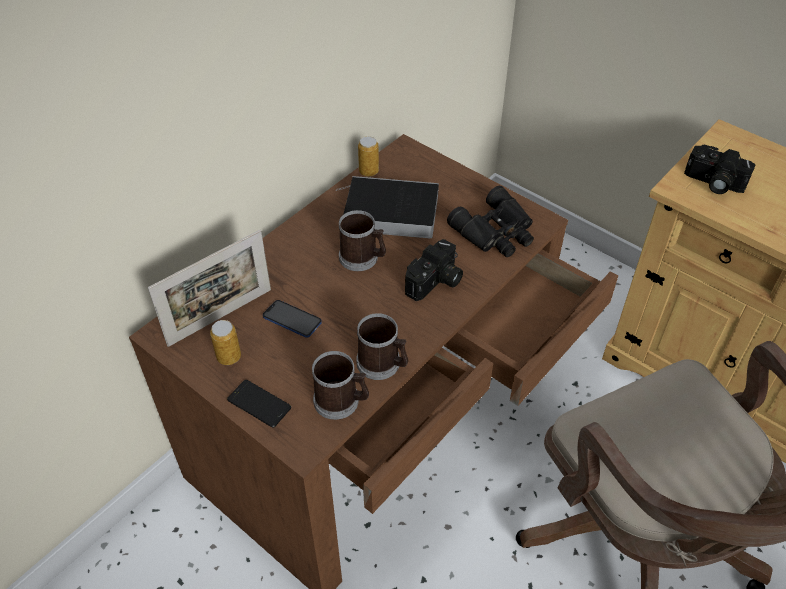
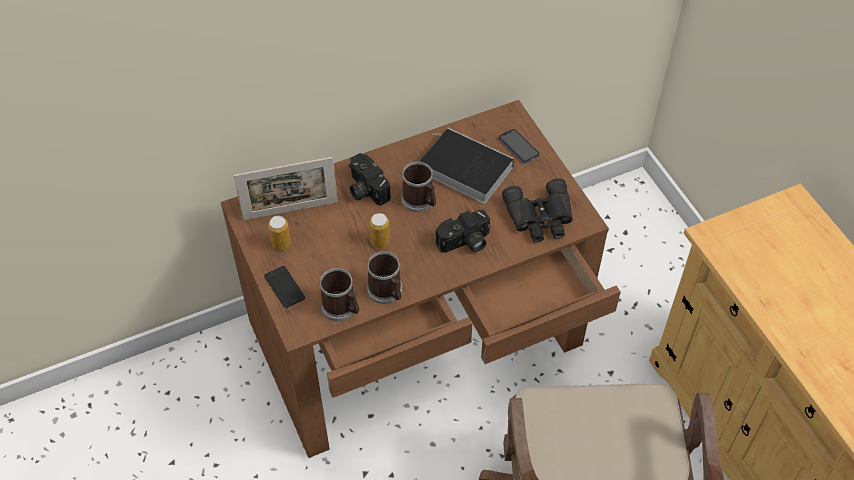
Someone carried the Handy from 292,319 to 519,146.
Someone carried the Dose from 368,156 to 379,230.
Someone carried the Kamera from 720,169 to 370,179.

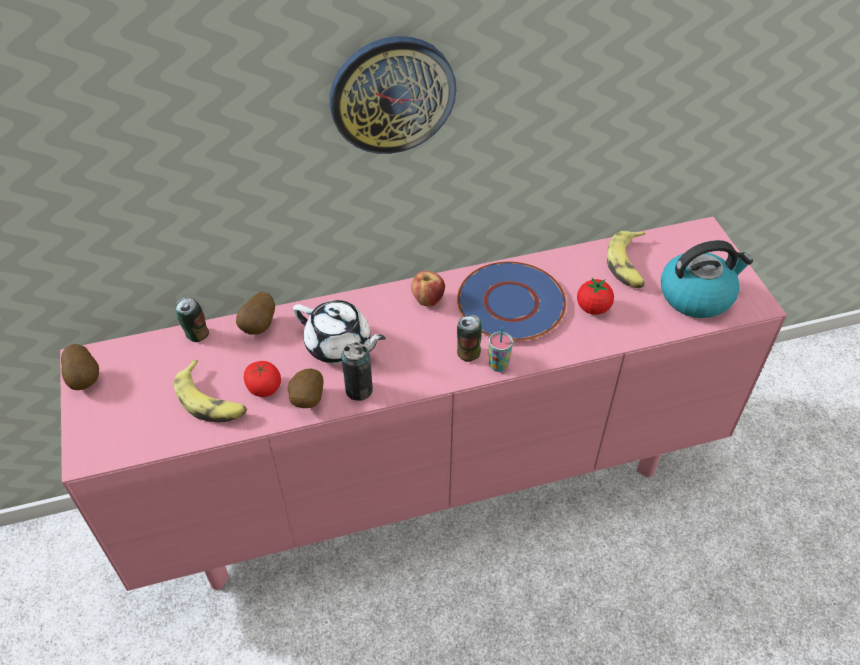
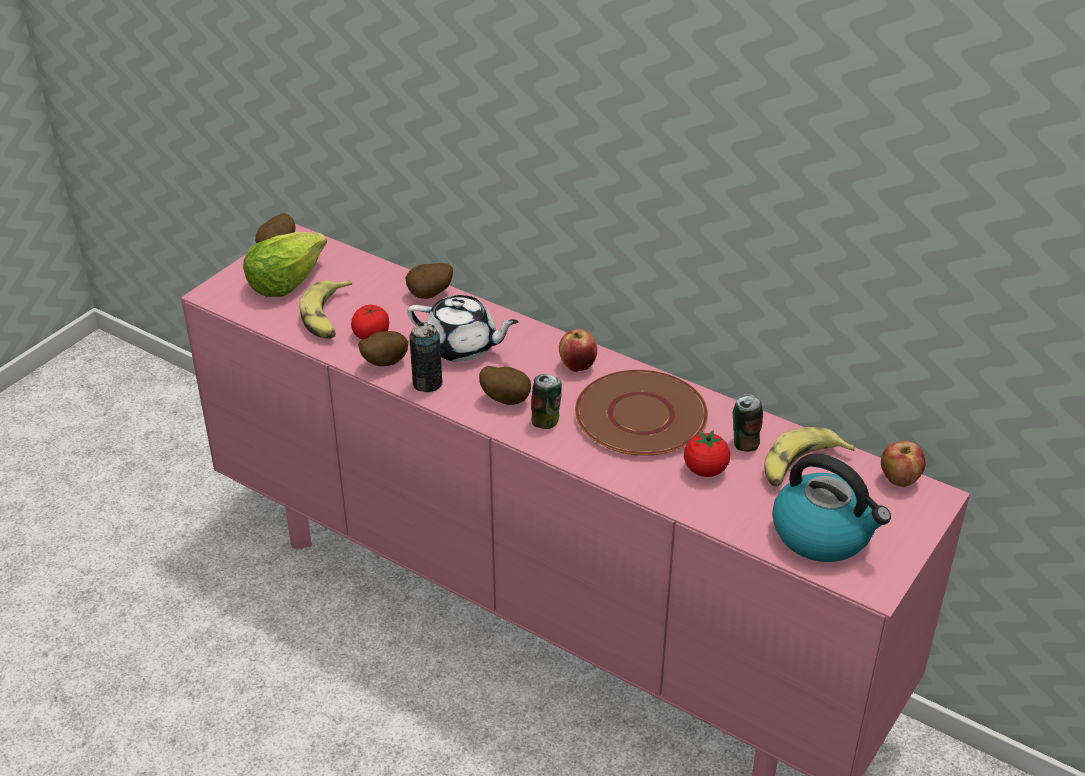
Someone carried the Dose from 192,320 to 747,422.
Someone rotated the Teekanne (weiß) at 339,332 by 60 degrees counterclockwise.
Someone took away the Wanduhr at 393,95.
Someone repainted the Teller (blau) at 511,301, which became the Teller (braun) at 641,413.
Someone took away the Tasse at 501,349.
Someone put down the Salatkopf at 285,264.
Someone put down the Kartoffel at 505,385.
Someone put down the Apfel at 903,464.

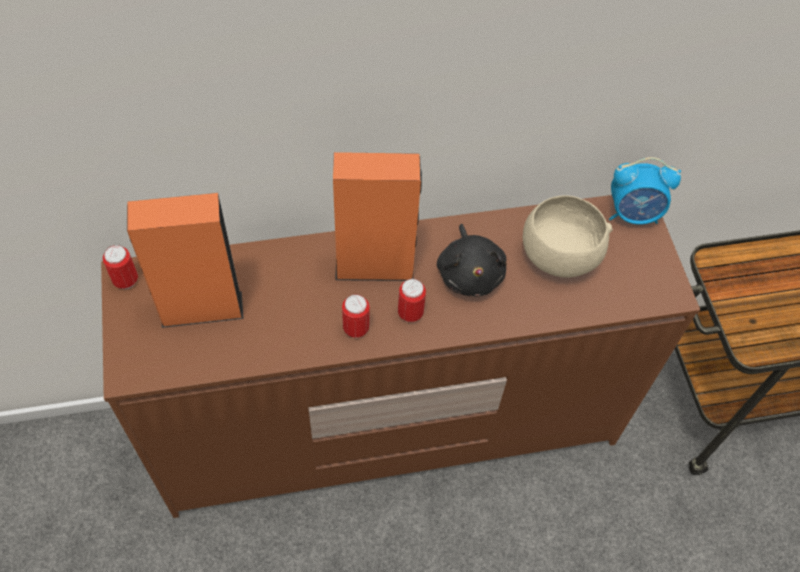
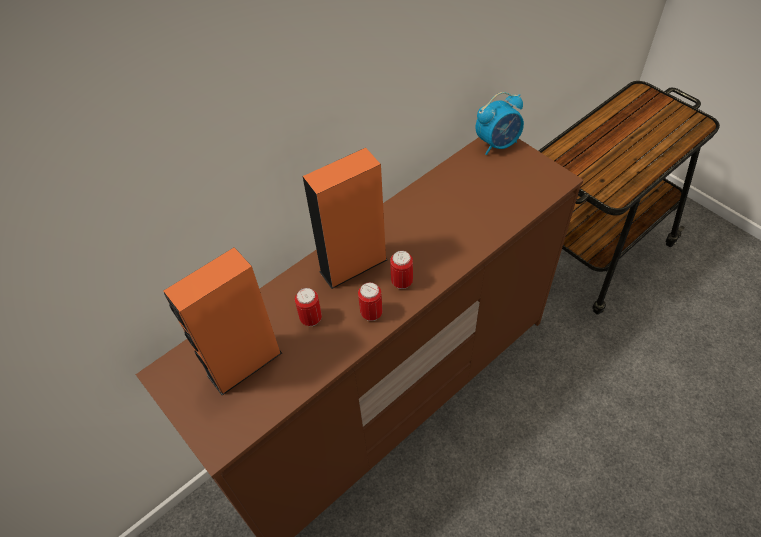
Someone carried the Dose from 120,267 to 308,307.
Someone took away the Plüschtier (schwarz) at 472,260.
Someone took away the Schüssel (beige) at 568,236.

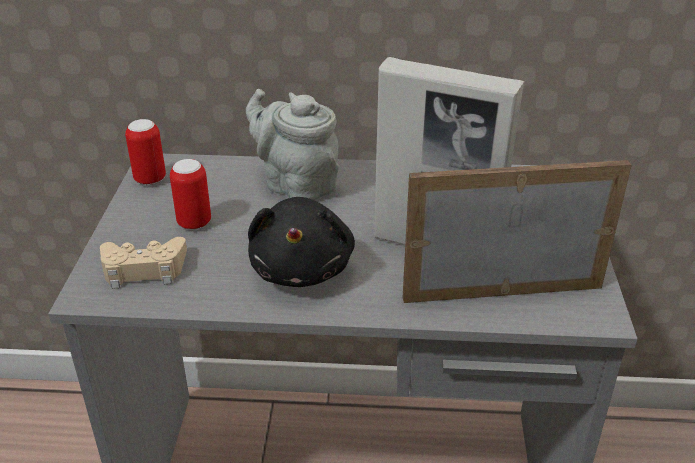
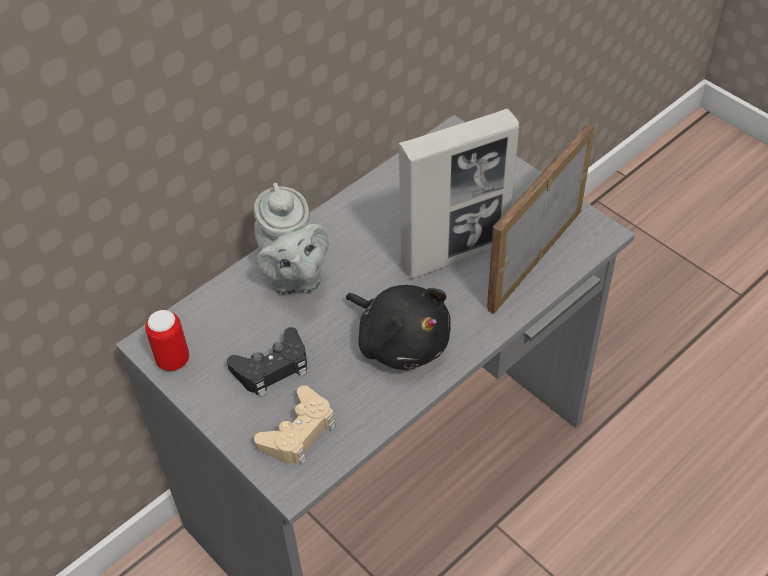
Someone swapped the Dose at 190,194 for the Gamepad (schwarz) at 267,362.
Someone rotated the Teekanne (grau) at 292,145 by 105 degrees counterclockwise.

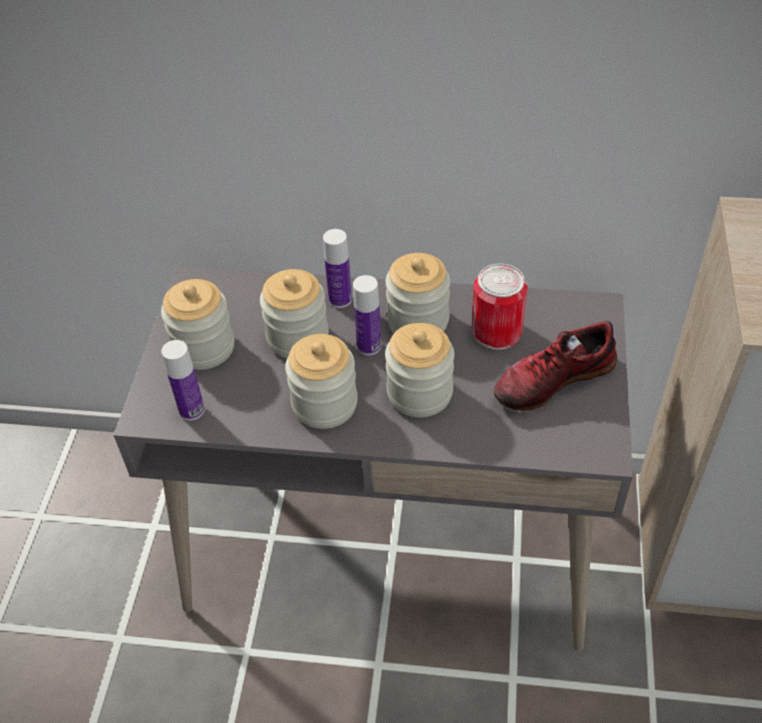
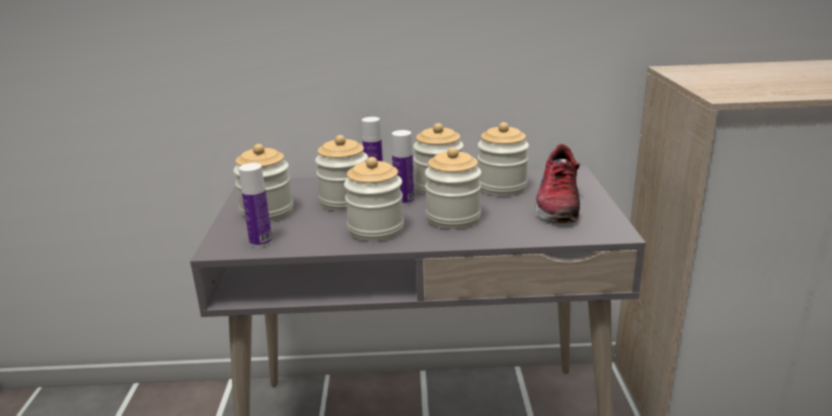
Someone swapped the Dose at 500,307 for the Vorratsglas at 503,159.
Someone rotated the Schuh at 555,367 by 45 degrees counterclockwise.

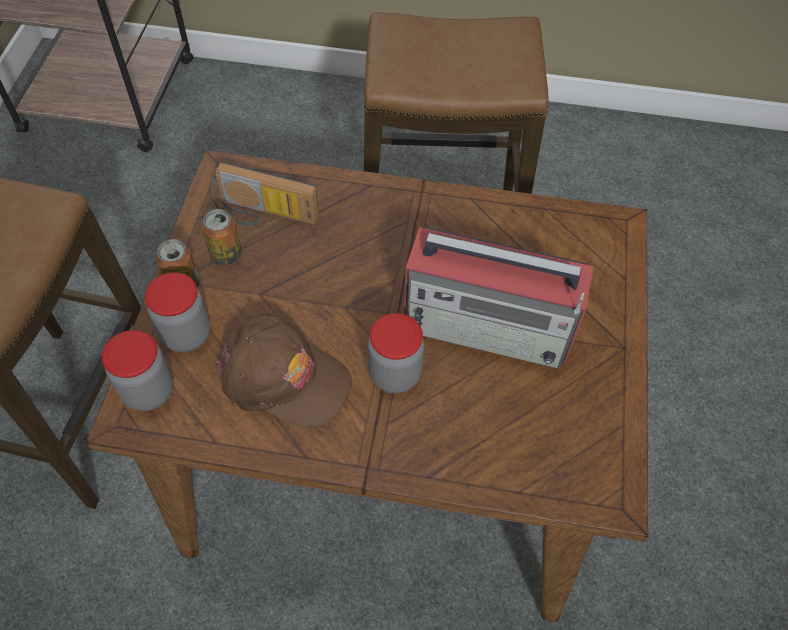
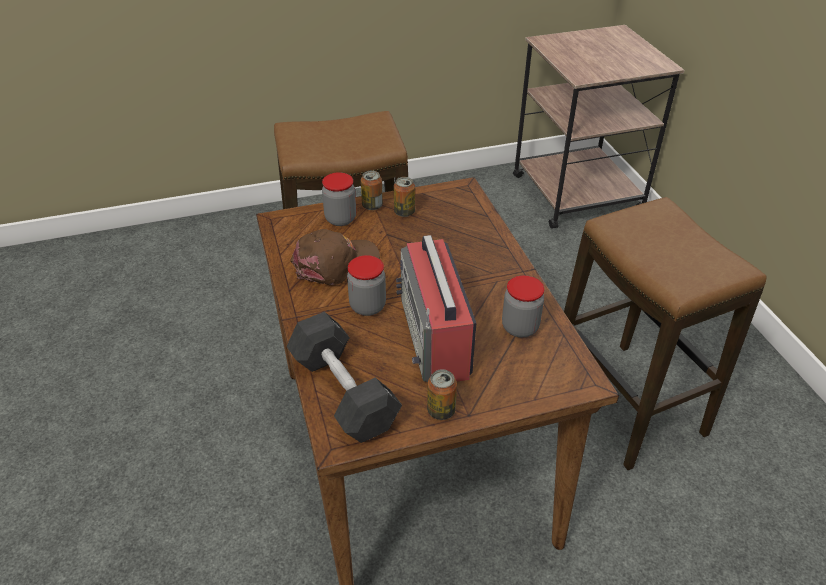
Someone carried the Vorratsglas from 137,370 to 523,306.
Someone took away the Radio at 264,194.
Someone rotated the Kappe (braun) at 284,371 by 120 degrees counterclockwise.
Someone put down the Hantel (schwarz) at 344,377.
Someone put down the Dose at 442,394.

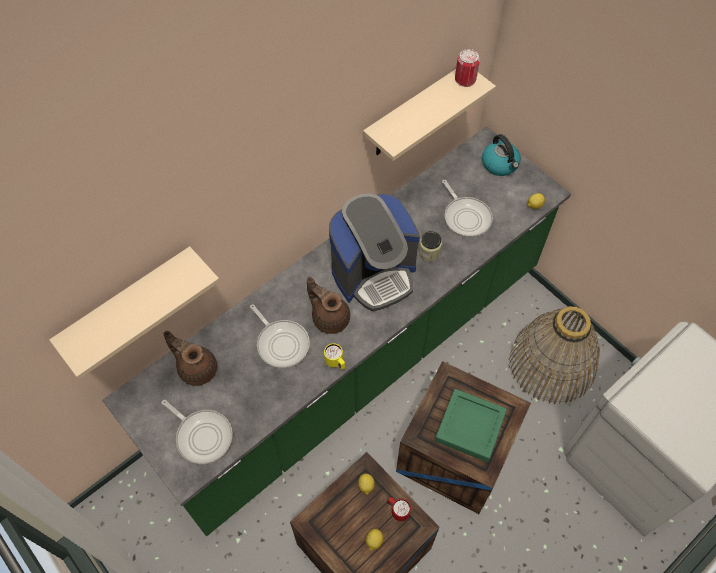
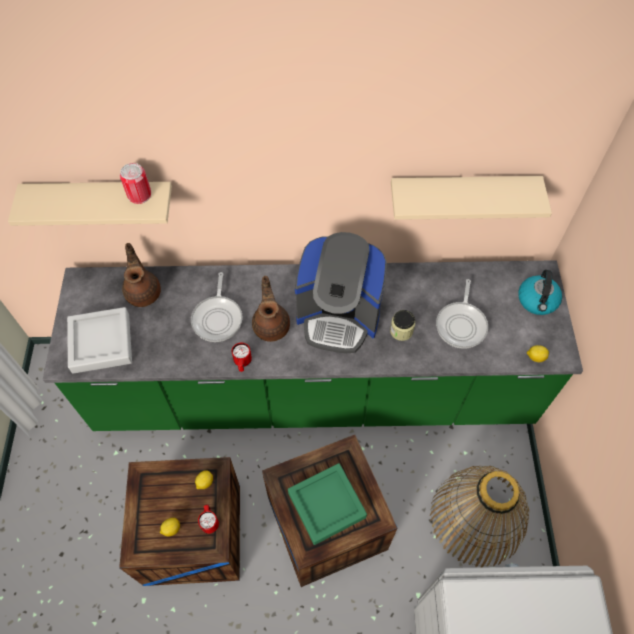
Someone swapped the Pfanne at 197,432 for the Tablett (grau) at 99,340.
Someone repainted the Henkelbecher (gelb) at 334,356, which became the Henkelbecher (rot) at 242,357.
Someone carried the Dose from 467,68 to 135,183.

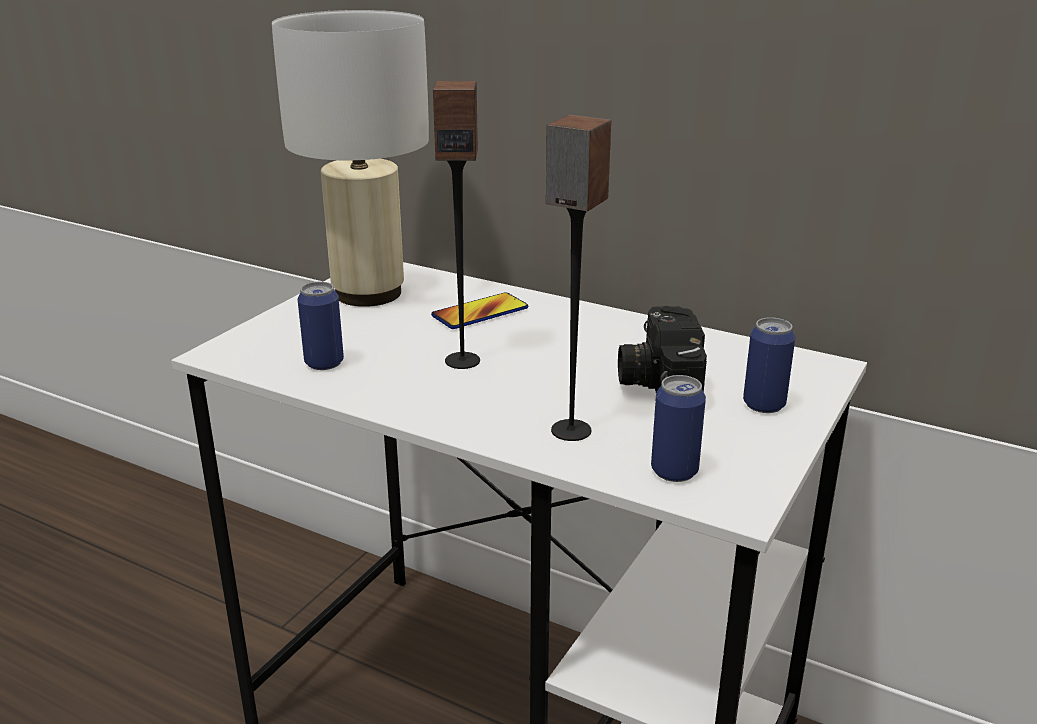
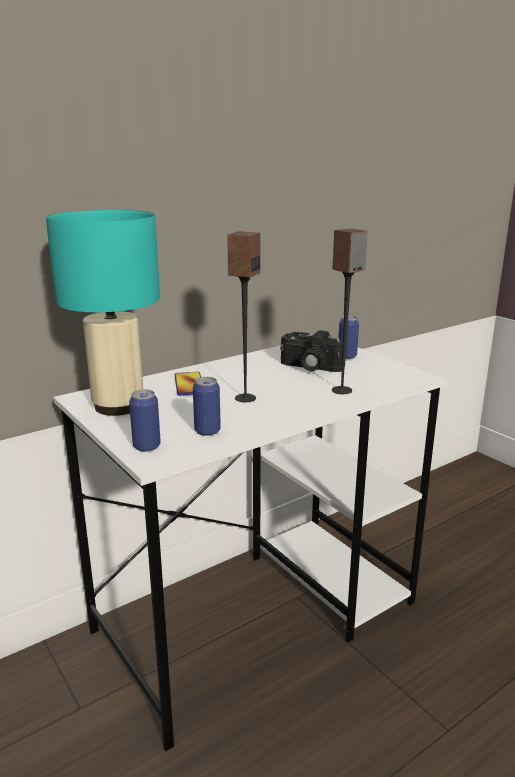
Someone repainted the Tischlampe (weiß) at 350,158, which became the Tischlampe (türkis) at 103,313.
Someone carried the Dose from 678,428 to 145,420.

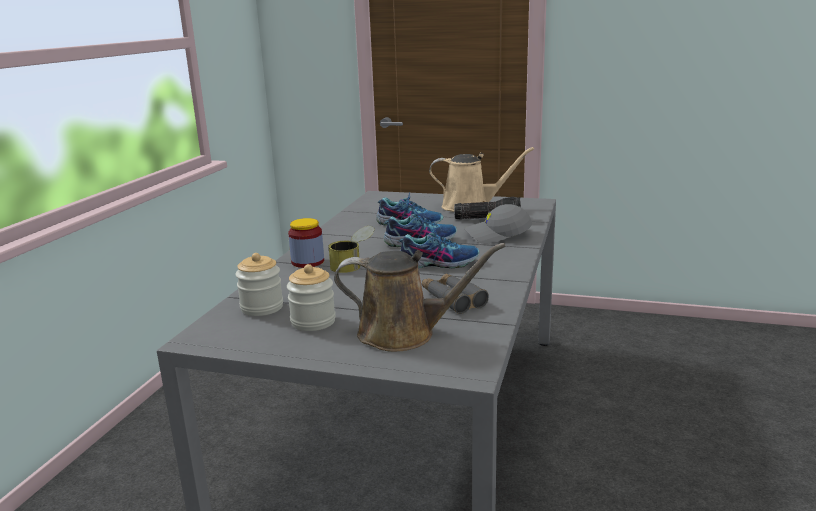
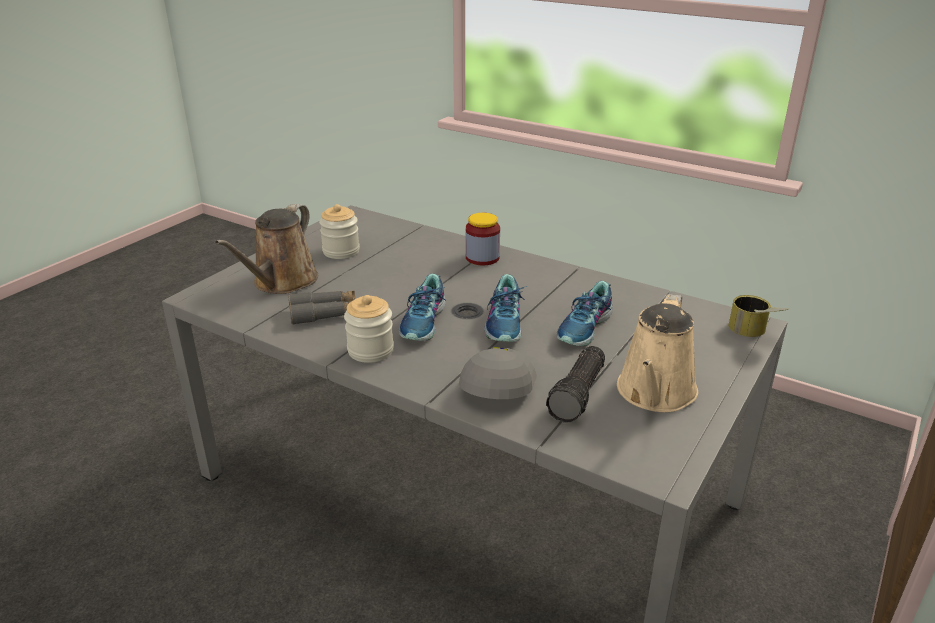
Someone carried the Vorratsglas from 259,284 to 369,329.
Someone carried the Dose from 351,249 to 759,316.

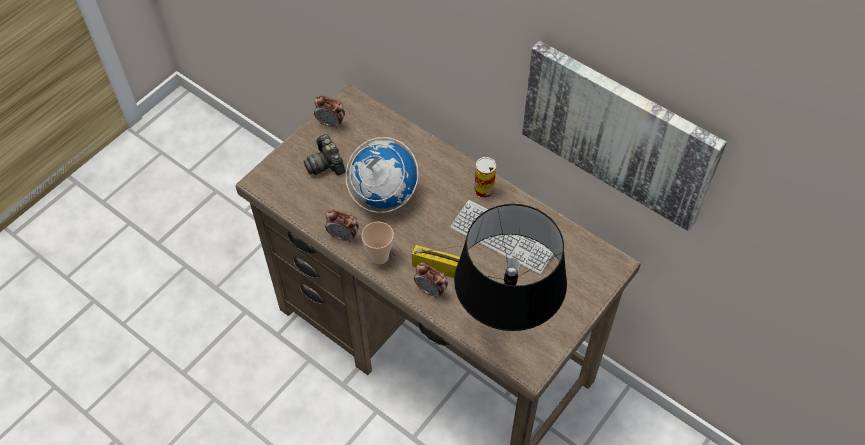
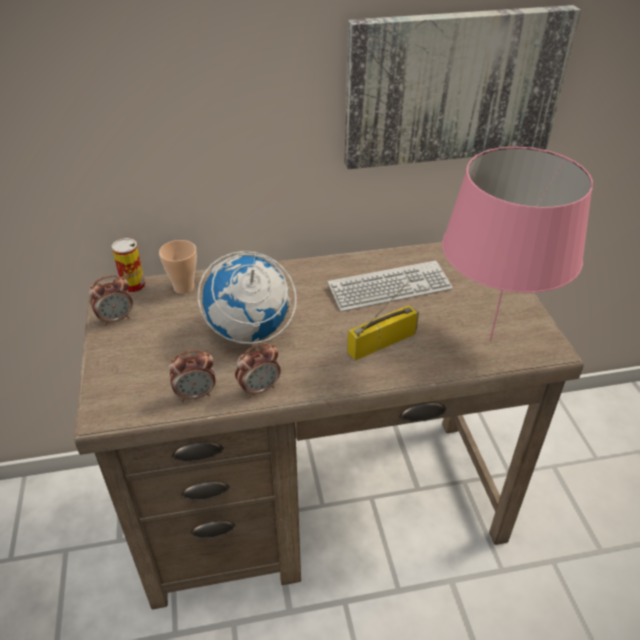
Someone took away the Kamera at 324,154.
Someone carried the Tasse from 377,243 to 178,267.
Someone carried the Wecker from 431,280 to 191,376.
Someone repainted the Tischlampe (schwarz) at 510,267, which became the Tischlampe (rosa) at 517,244.
Someone carried the Dose from 485,178 to 129,266.

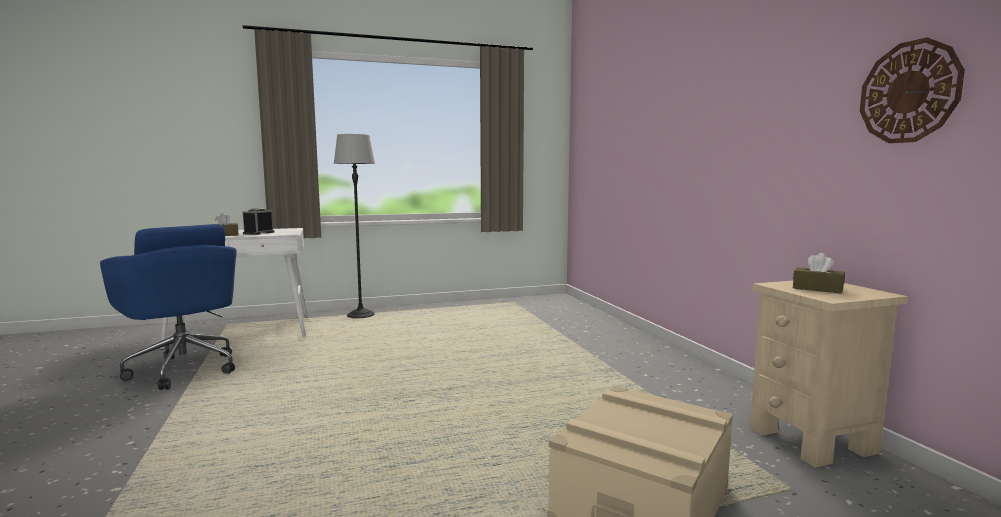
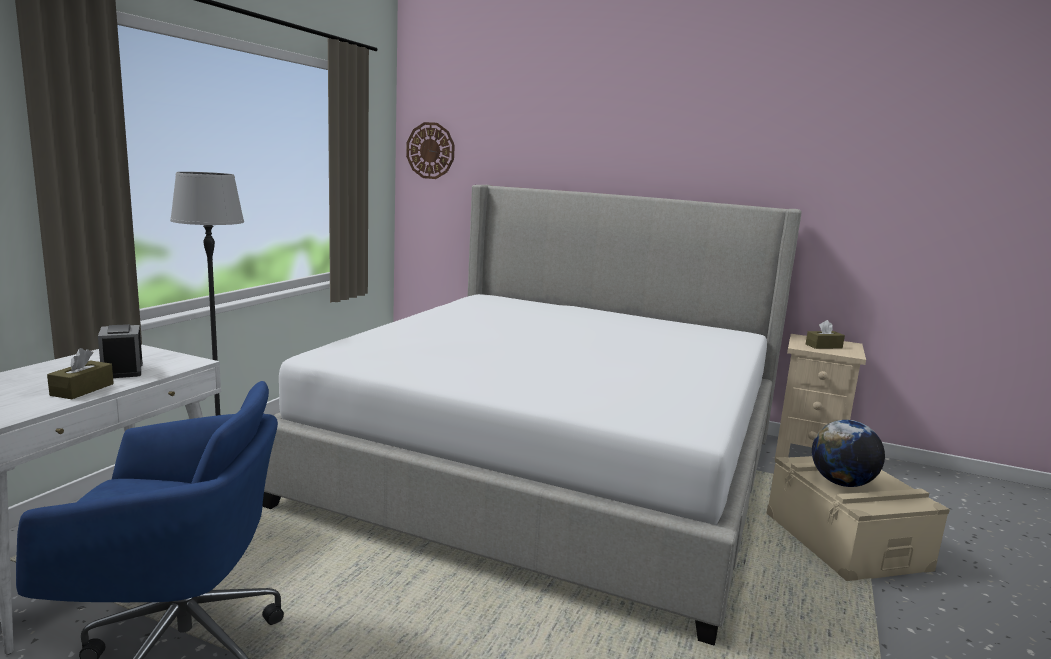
Someone carried the Wanduhr from 912,90 to 430,150.
Someone put down the Bett at 532,415.
Someone put down the Globus at 848,453.

